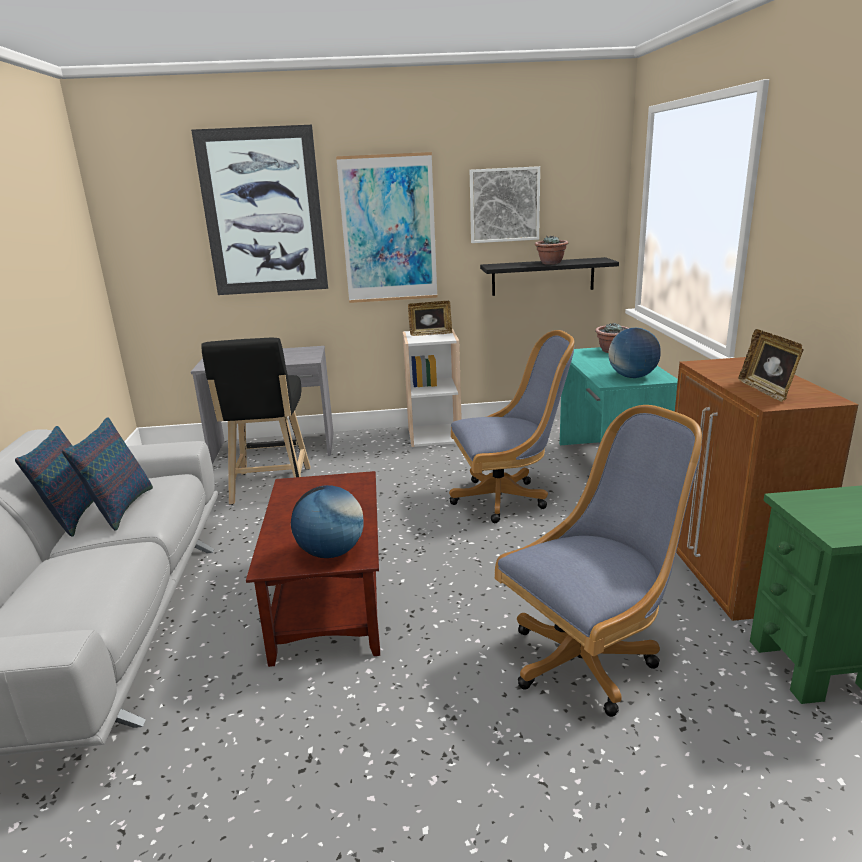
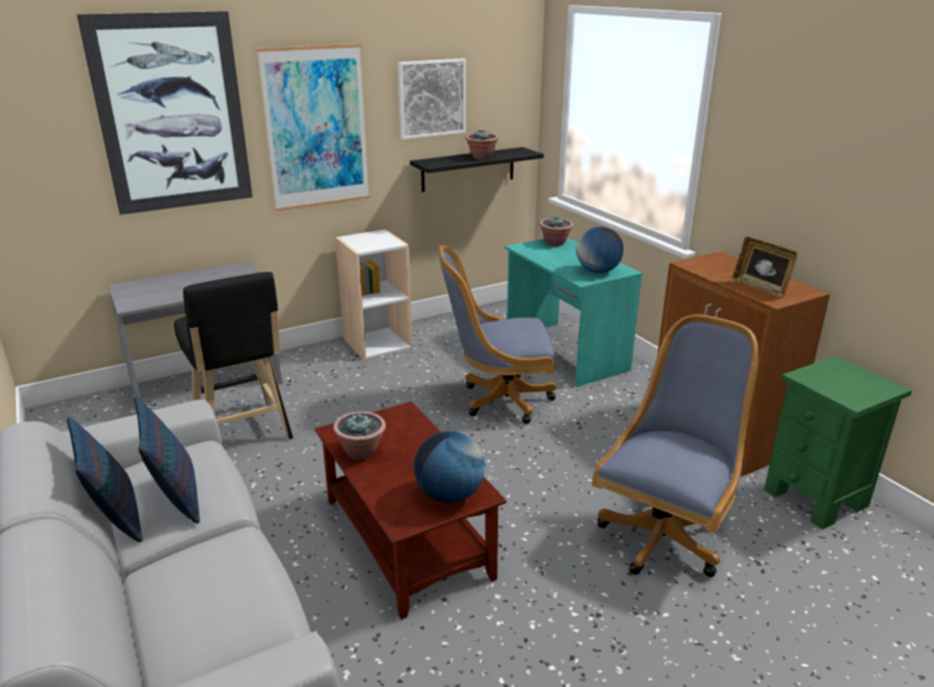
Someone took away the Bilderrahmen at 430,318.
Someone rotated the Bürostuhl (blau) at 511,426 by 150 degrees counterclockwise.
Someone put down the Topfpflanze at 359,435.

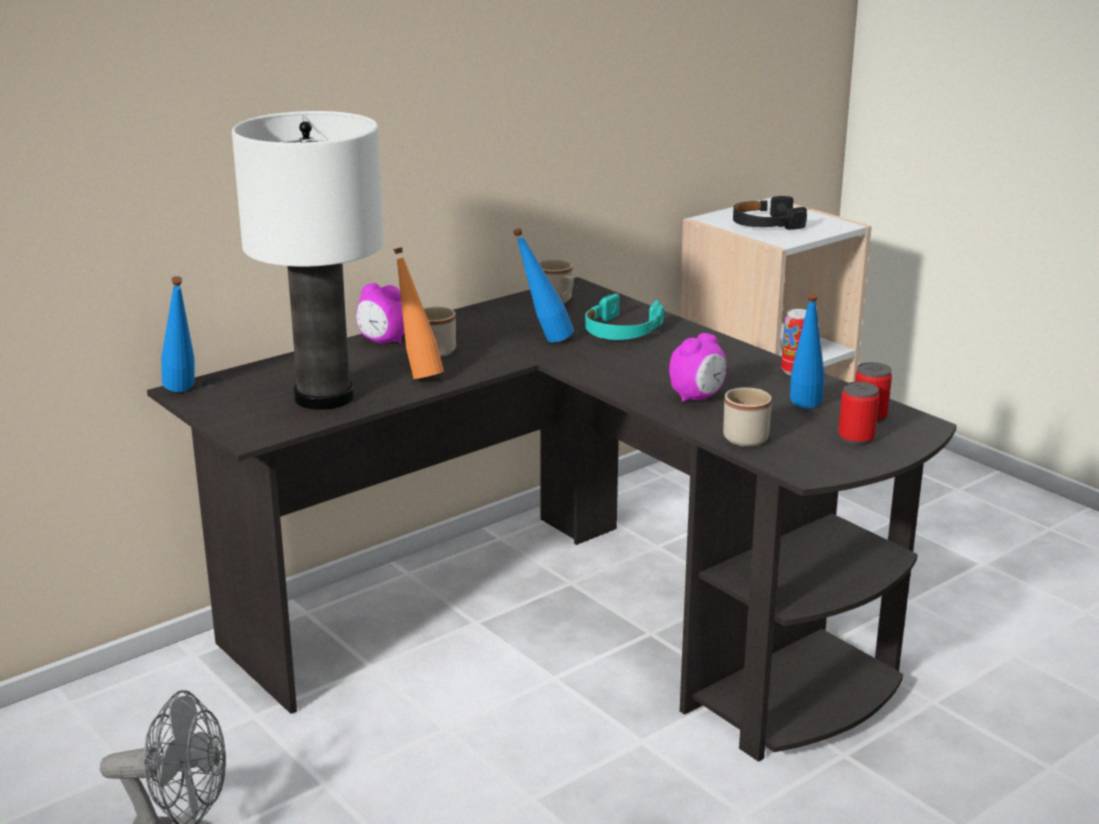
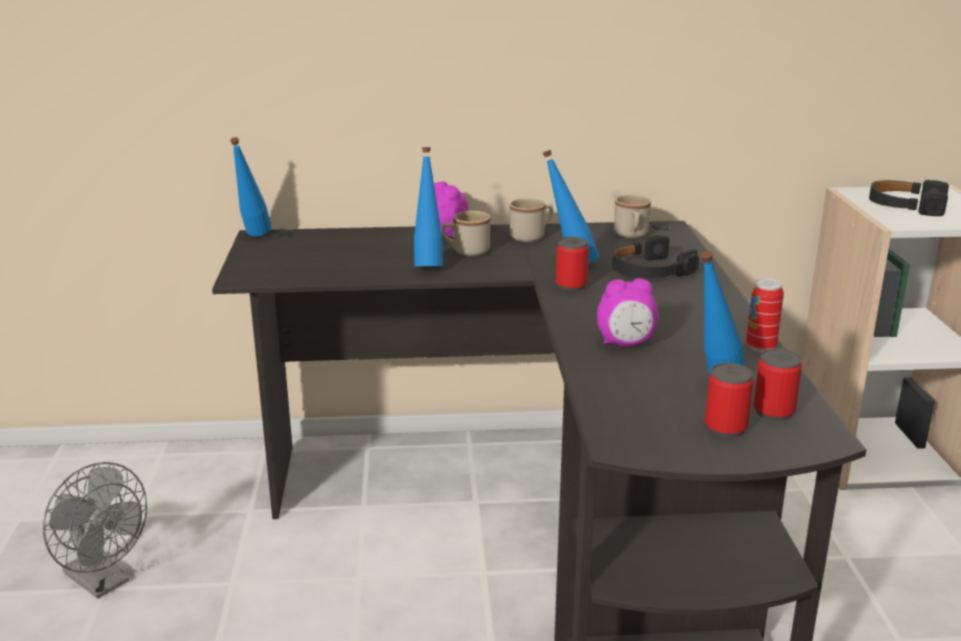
Someone took away the Tischlampe (weiß) at 308,260.
Someone repainted the Flasche (orange) at 418,313, which became the Flasche (blau) at 428,207.
Someone repainted the Kopfhörer (türkis) at 624,317, which became the Kopfhörer (schwarz) at 655,257.
Someone carried the Henkelbecher (beige) from 747,417 to 531,220.
Someone put down the Dose at 572,264.

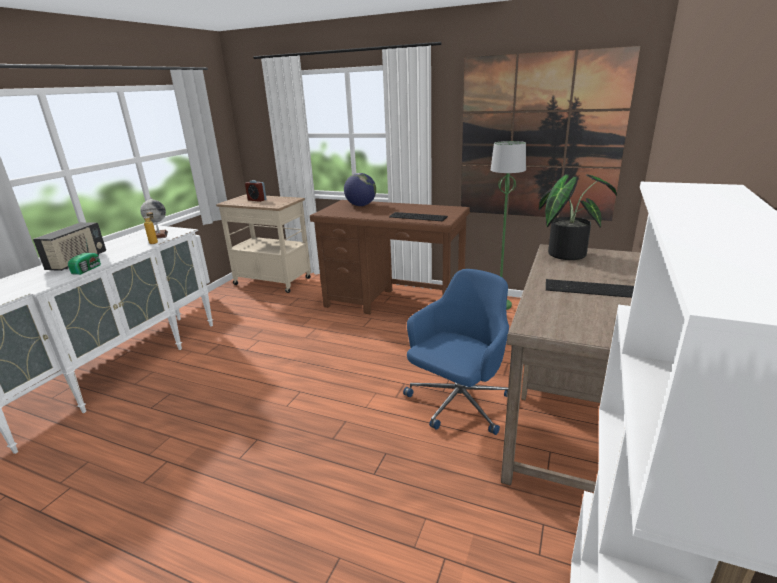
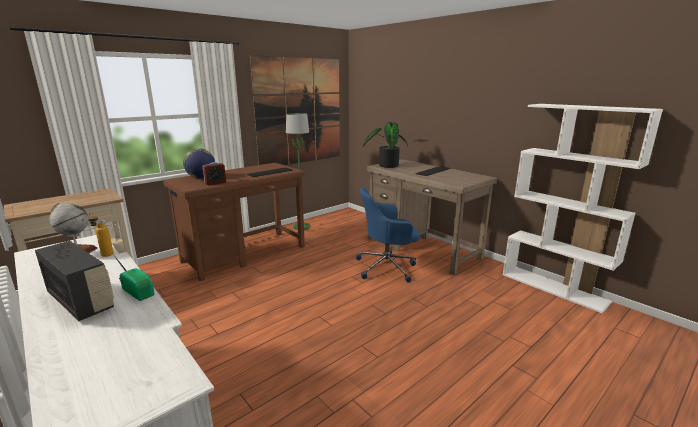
Someone carried the Wecker from 255,191 to 214,173.
Someone rotated the Bürostuhl (blau) at 456,352 by 75 degrees counterclockwise.

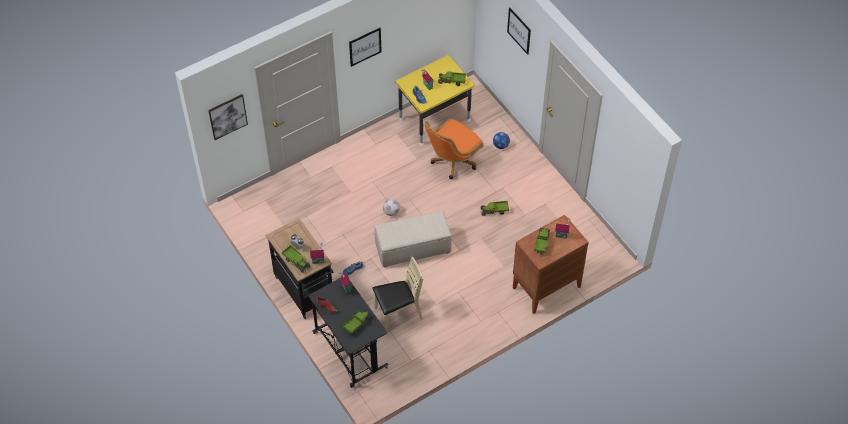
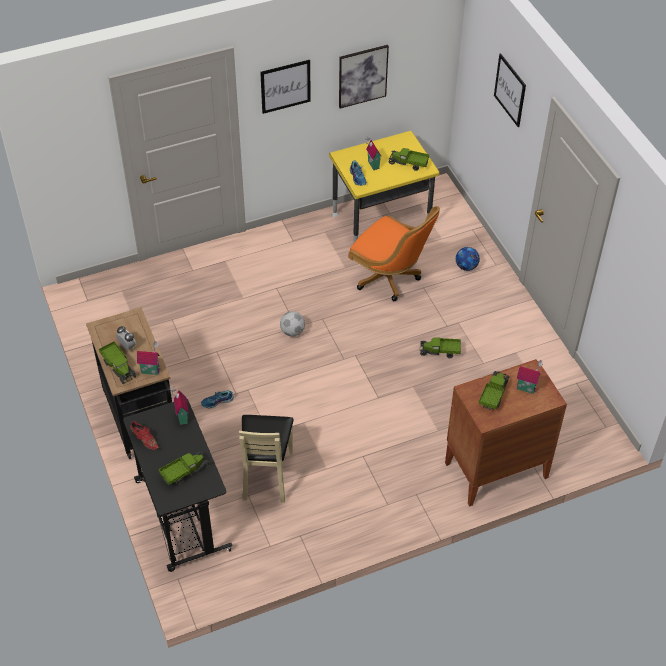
Someone carried the Bild from 228,117 to 364,76.
Someone rotated the Stuhl (beige) at 397,295 by 105 degrees clockwise.
Someone took away the Polsterhocker (beige) at 413,239.
Someone rotated the Bürostuhl (orange) at 454,149 by 105 degrees counterclockwise.

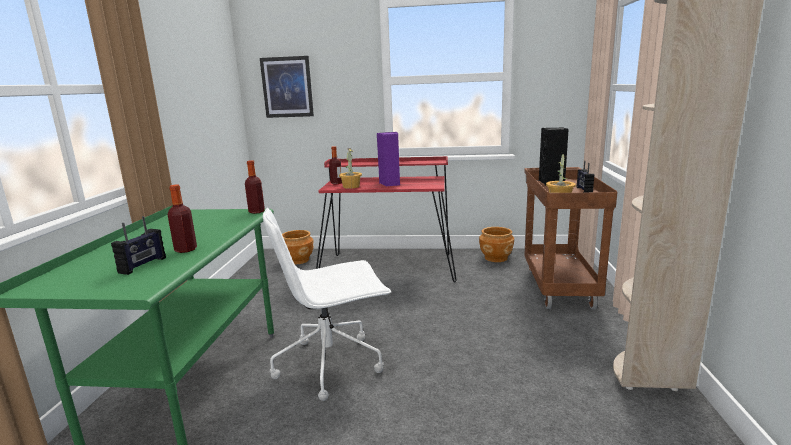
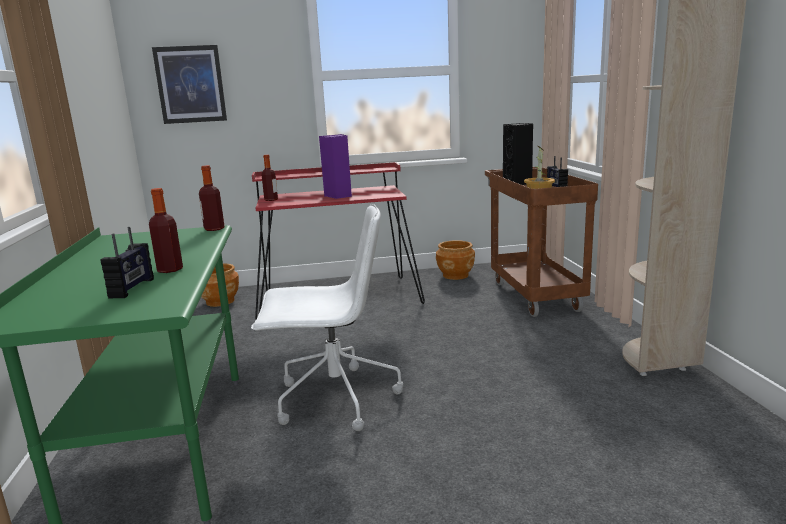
Someone rotated the Bürostuhl (weiß) at 327,304 by 150 degrees counterclockwise.
Someone took away the Topfpflanze at 350,168.

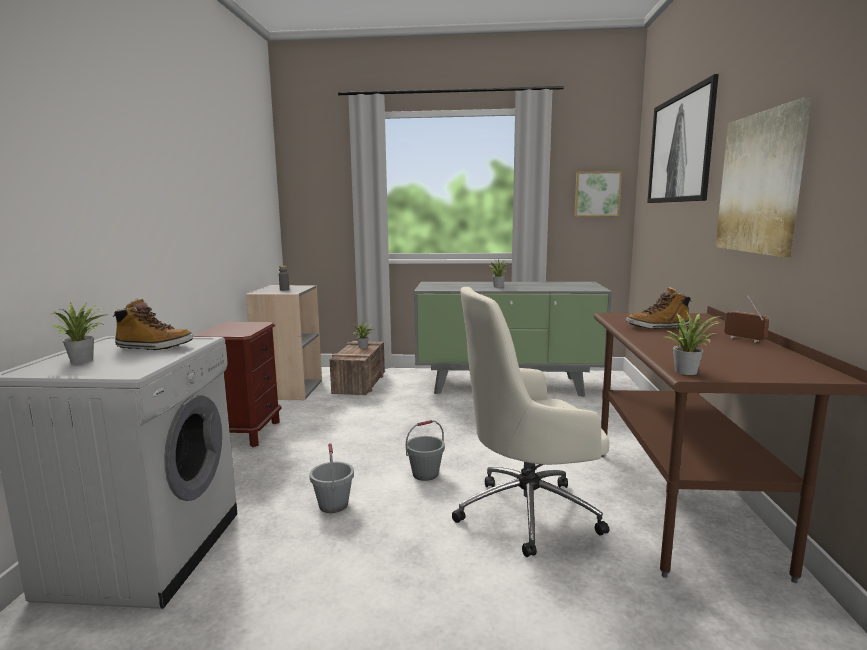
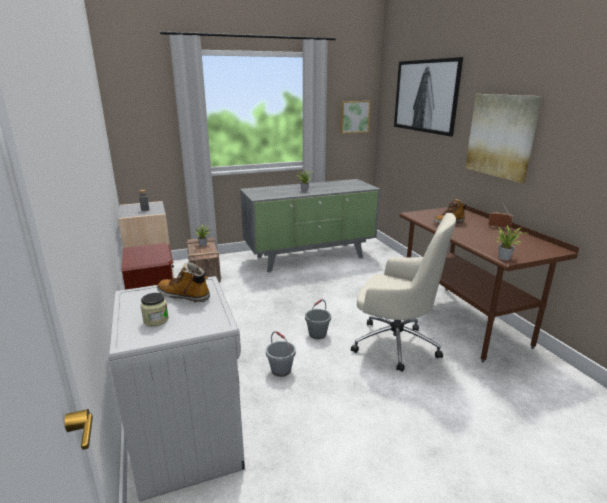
Someone swapped the Topfpflanze at 79,332 for the Vorratsglas at 155,309.
Someone rotated the Stiefel at 153,324 by 135 degrees counterclockwise.
Someone rotated the Bürostuhl (beige) at 530,422 by 120 degrees counterclockwise.

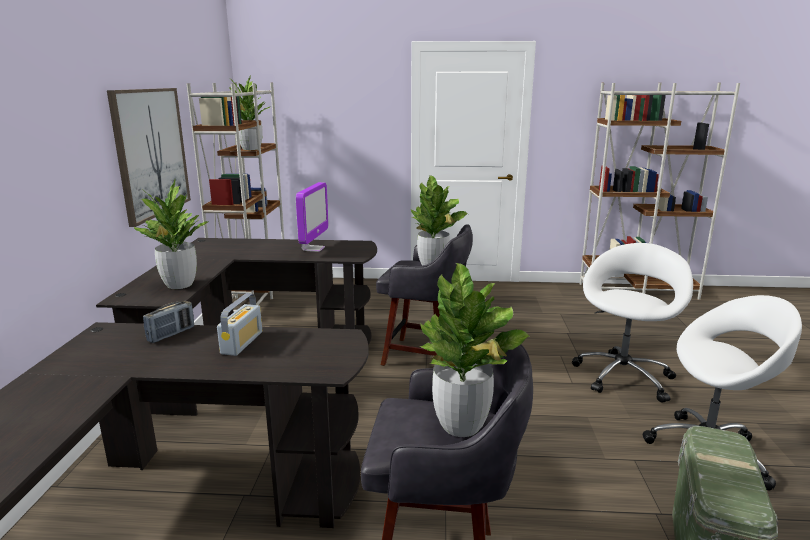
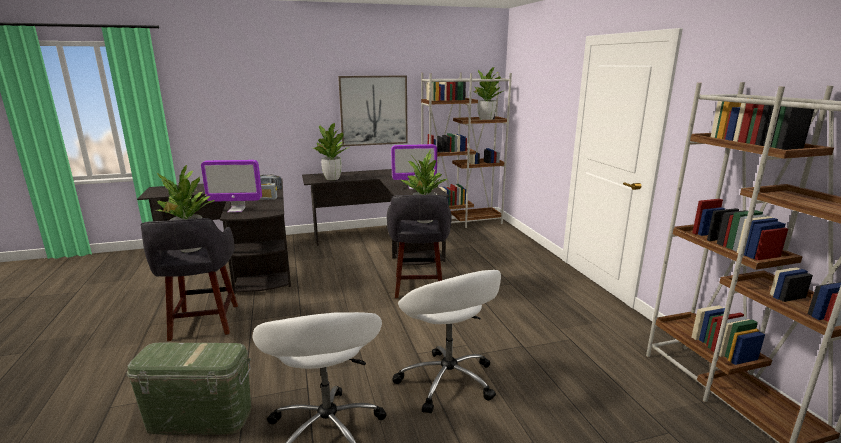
Someone rotated the Bürostuhl (weiß) at 632,323 by 45 degrees clockwise.
Someone put down the Monitor at 231,186.

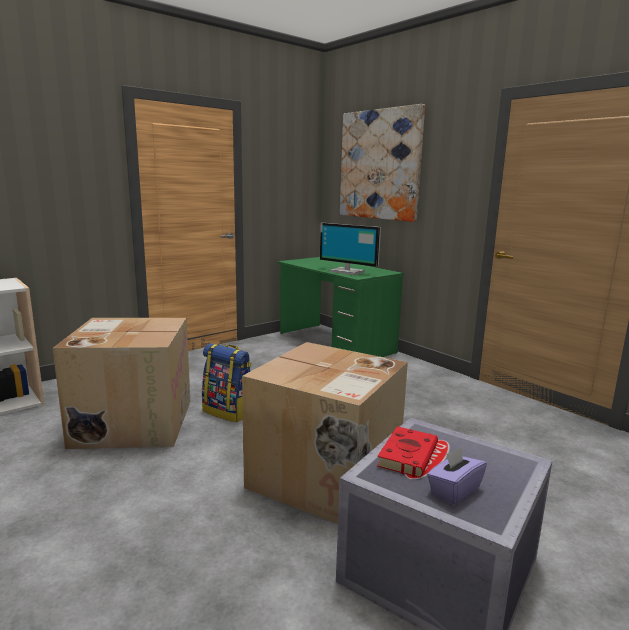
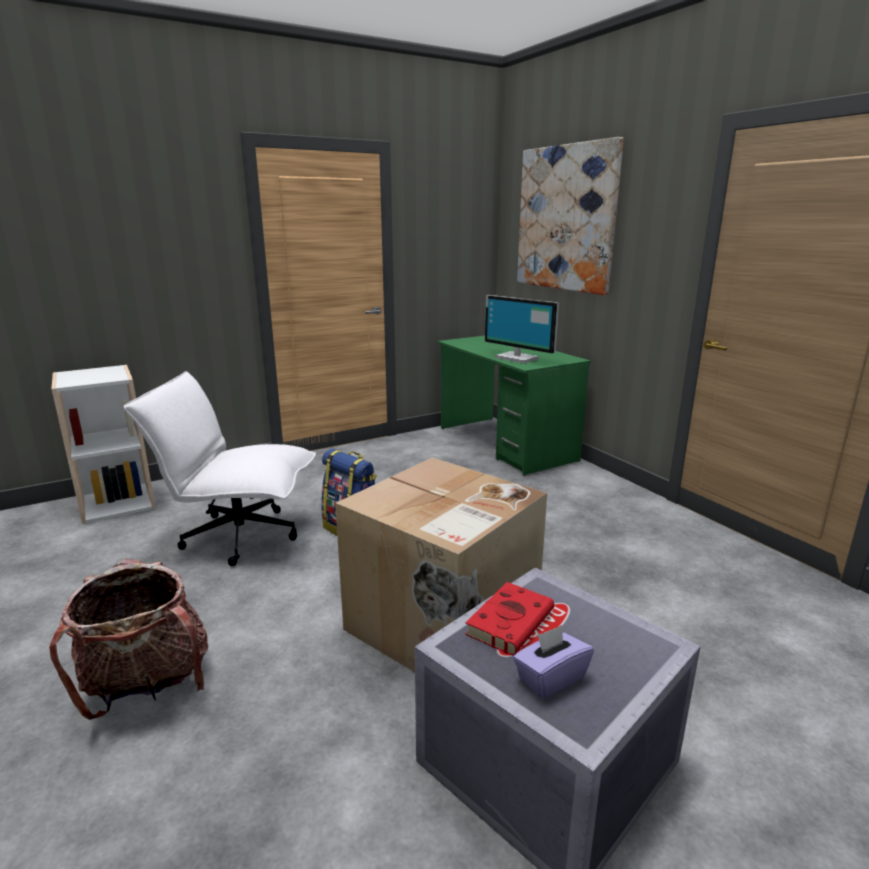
Someone swapped the Karton at 121,383 for the Bürostuhl (weiß) at 220,468.
Someone put down the Rucksack at 128,639.

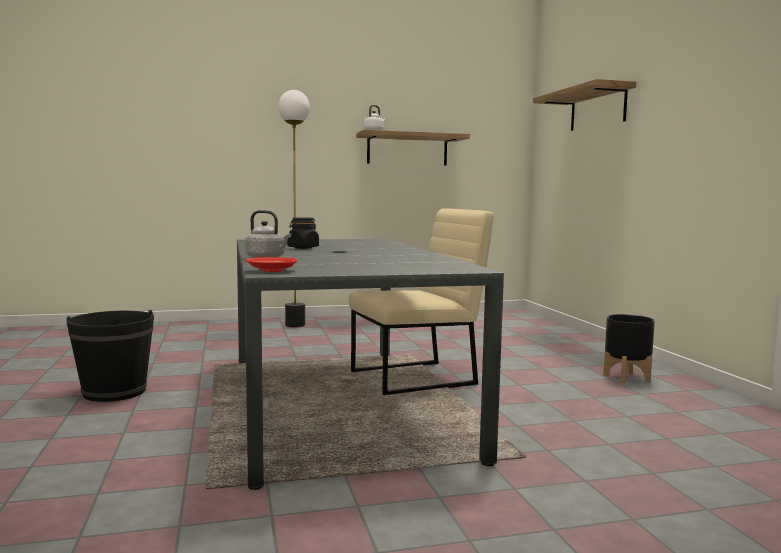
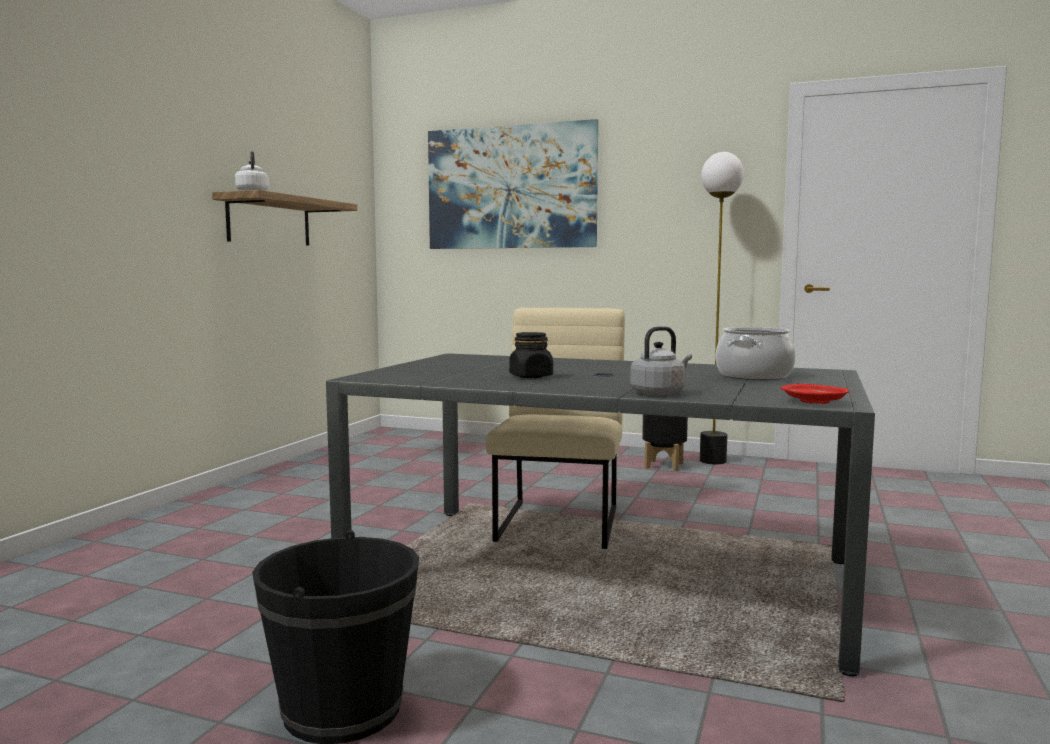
Someone carried the Stehlampe from 294,208 to 722,308.
Someone swapped the Wandregal at 584,105 for the Bild at 513,184.
Someone put down the Kochtopf at 756,353.

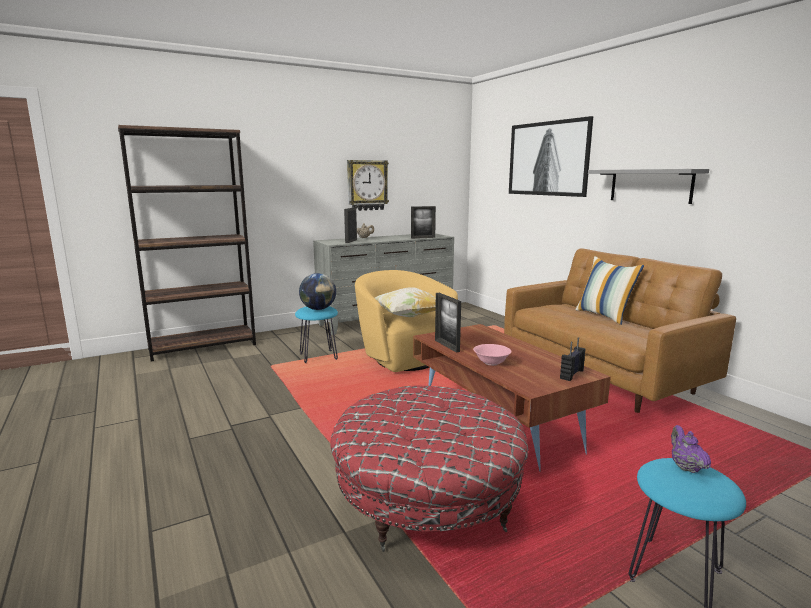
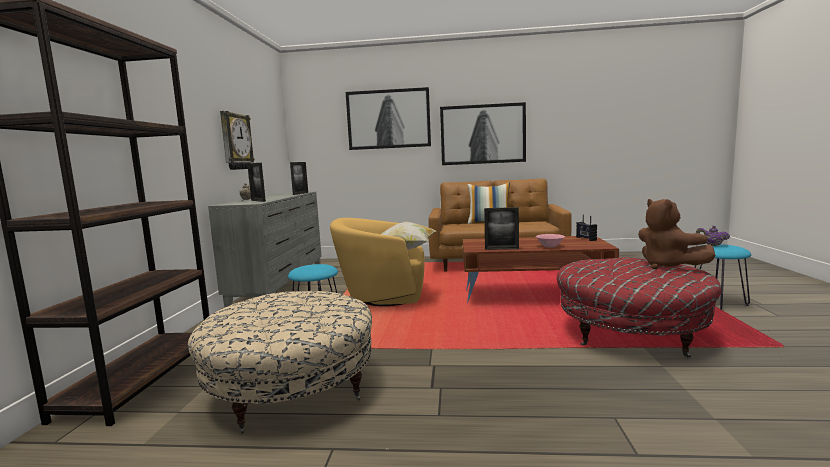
Someone took away the Globus at 317,291.
Someone swapped the Wandregal (grau) at 648,186 for the Bild at 483,133.
Someone put down the Polsterhocker (beige) at 280,362.
Someone put down the Plüschtier (braun) at 676,234.

